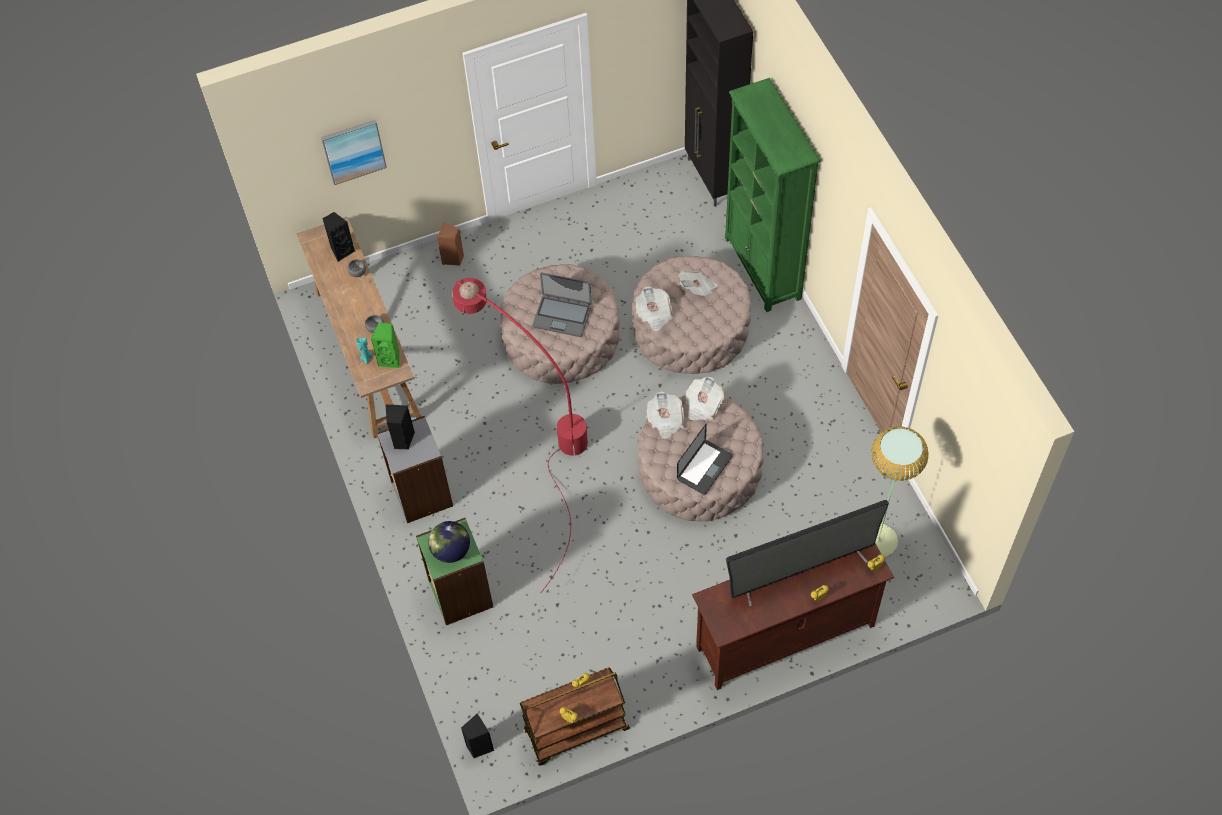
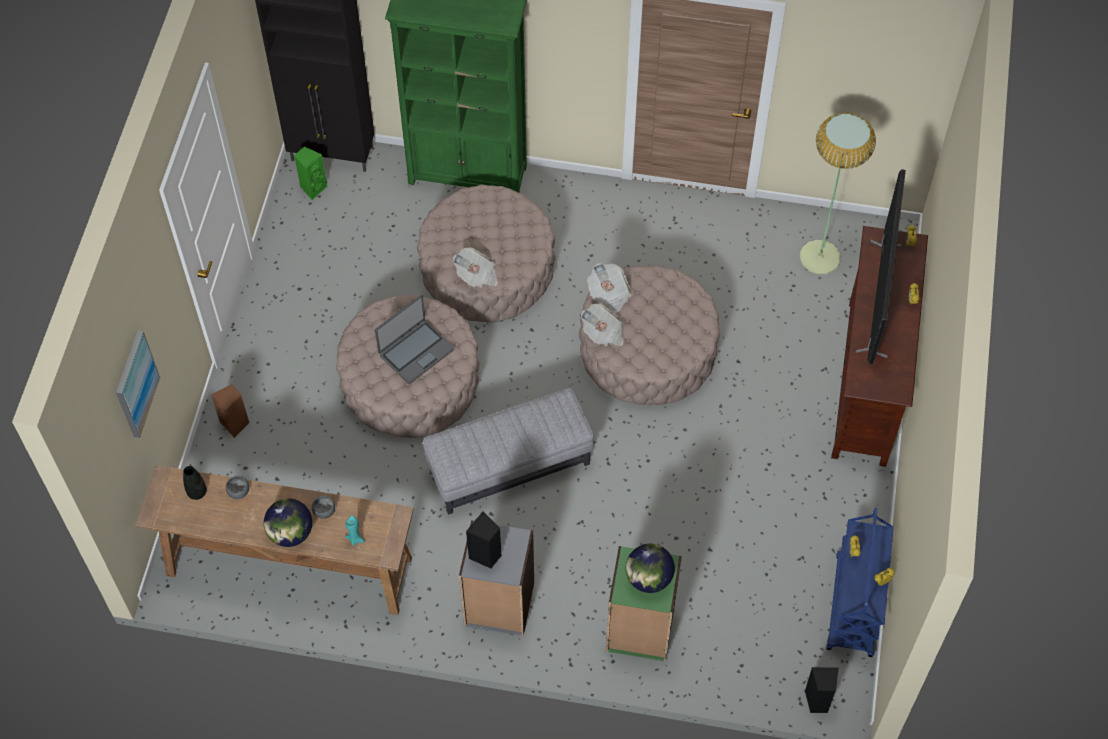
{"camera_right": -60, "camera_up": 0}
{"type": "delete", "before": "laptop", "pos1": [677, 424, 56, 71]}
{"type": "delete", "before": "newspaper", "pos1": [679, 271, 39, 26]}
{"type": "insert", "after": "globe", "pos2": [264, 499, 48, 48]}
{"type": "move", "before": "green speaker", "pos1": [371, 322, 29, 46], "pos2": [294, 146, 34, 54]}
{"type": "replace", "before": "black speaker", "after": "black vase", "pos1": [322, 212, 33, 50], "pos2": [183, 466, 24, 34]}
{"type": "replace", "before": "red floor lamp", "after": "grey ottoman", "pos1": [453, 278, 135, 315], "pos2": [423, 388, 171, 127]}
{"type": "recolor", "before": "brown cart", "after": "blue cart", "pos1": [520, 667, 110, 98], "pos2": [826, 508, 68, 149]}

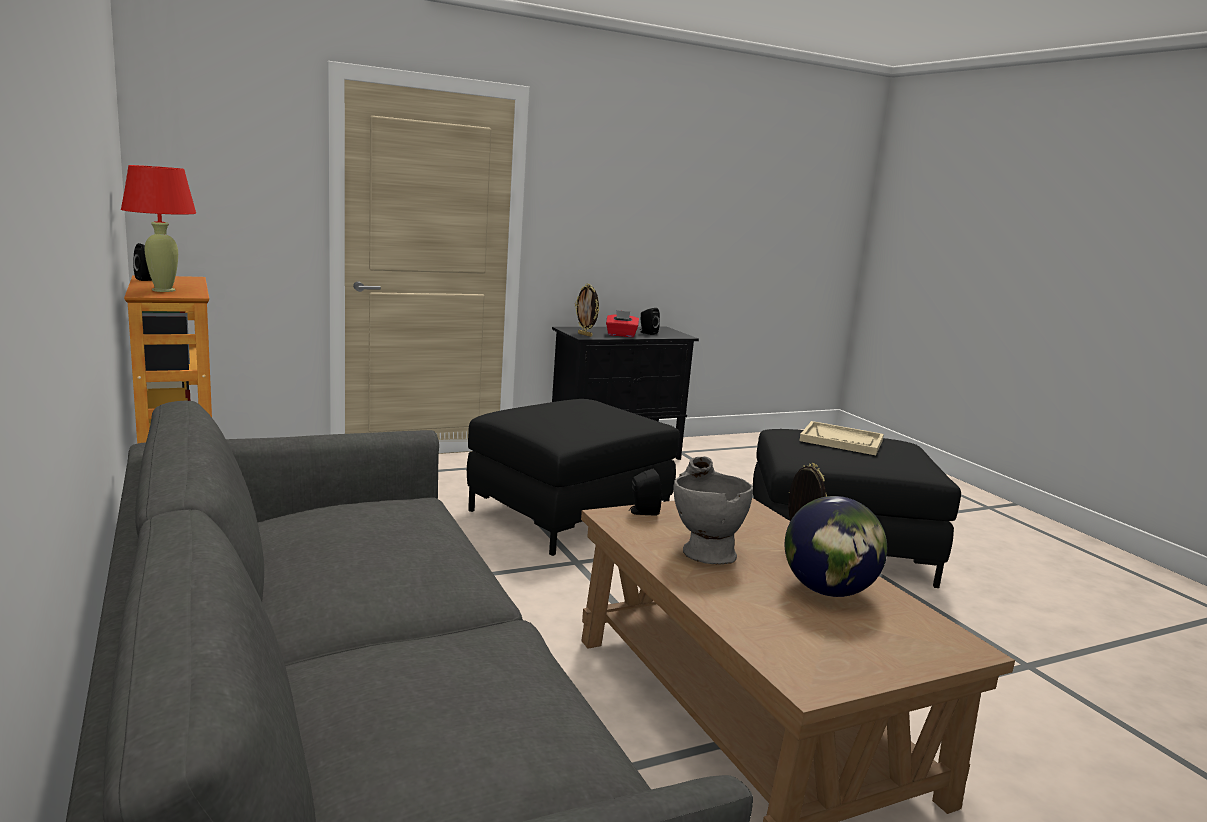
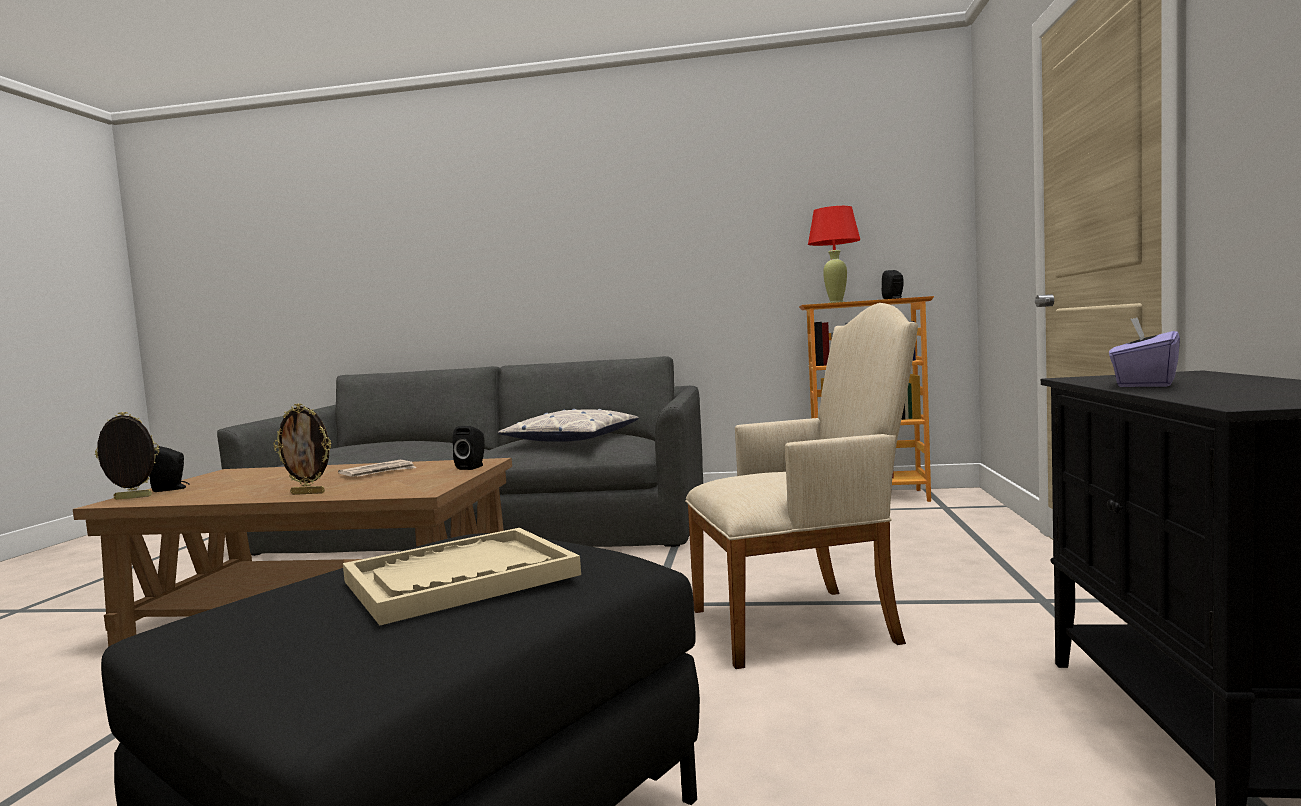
{"camera_right": 125, "camera_up": -10}
{"type": "delete", "before": "globe", "pos1": [785, 496, 102, 101]}
{"type": "insert", "after": "pillow", "pos2": [498, 409, 141, 33]}
{"type": "move", "before": "picture frame", "pos1": [575, 284, 24, 53], "pos2": [95, 412, 64, 88]}
{"type": "move", "before": "black speaker", "pos1": [639, 308, 21, 27], "pos2": [149, 446, 40, 46]}
{"type": "replace", "before": "black ottoman", "after": "beige armchair", "pos1": [467, 399, 212, 157], "pos2": [685, 303, 233, 366]}
{"type": "replace", "before": "grey vase", "after": "newspaper", "pos1": [673, 456, 80, 108], "pos2": [338, 460, 78, 17]}
{"type": "recolor", "before": "red tissue box", "after": "purple tissue box", "pos1": [606, 310, 33, 27], "pos2": [1109, 317, 71, 70]}

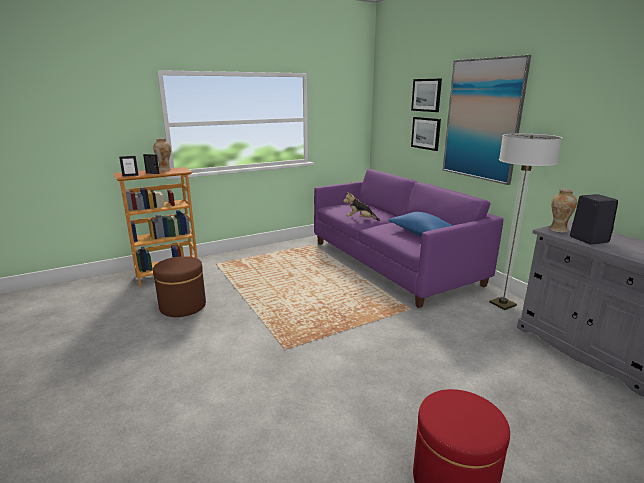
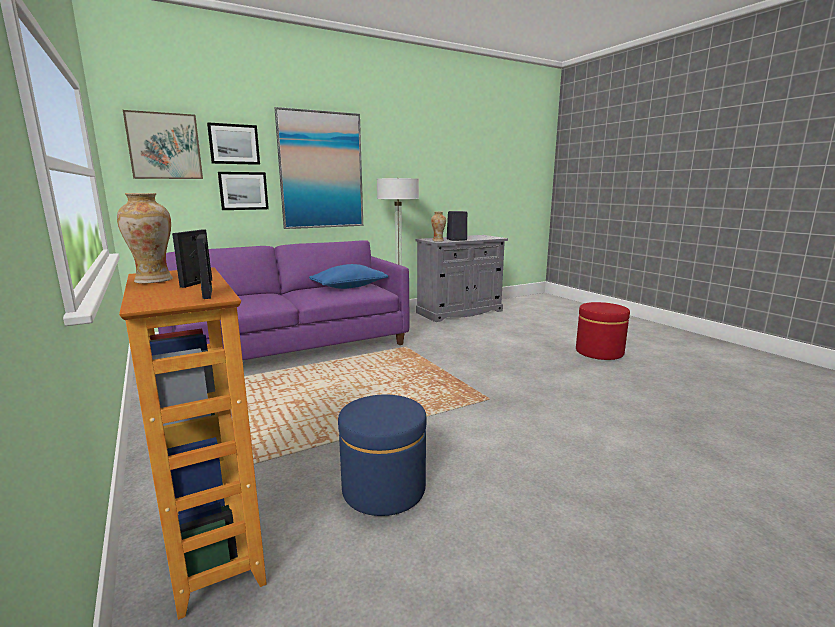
{"camera_right": -90, "camera_up": -5}
{"type": "delete", "before": "plush toy", "pos1": [343, 192, 37, 29]}
{"type": "insert", "after": "picture", "pos2": [123, 110, 80, 69]}
{"type": "recolor", "before": "brown ottoman", "after": "blue ottoman", "pos1": [153, 256, 53, 61], "pos2": [338, 395, 89, 121]}

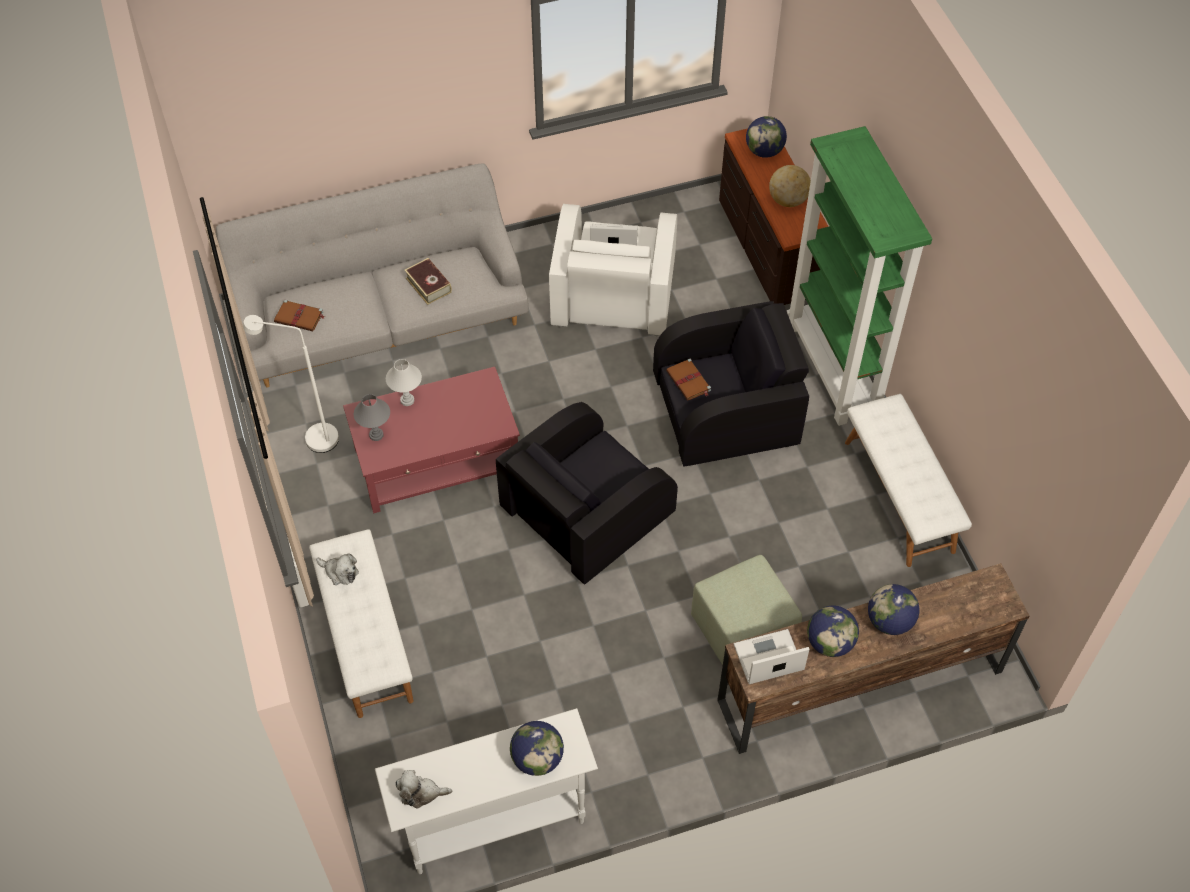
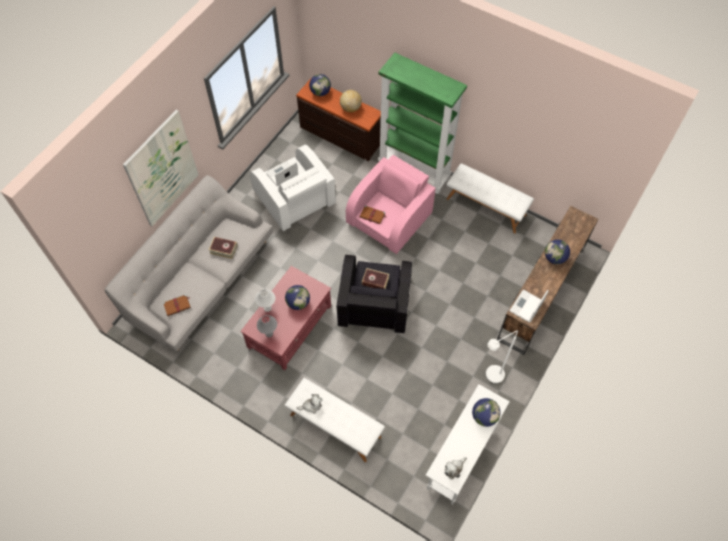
{"camera_right": -40, "camera_up": 5}
{"type": "delete", "before": "green ottoman", "pos1": [691, 555, 111, 110]}
{"type": "insert", "after": "picture", "pos2": [123, 110, 75, 116]}
{"type": "insert", "after": "book", "pos2": [362, 268, 27, 21]}
{"type": "move", "before": "white floor lamp", "pos1": [243, 315, 96, 138], "pos2": [486, 331, 32, 53]}
{"type": "move", "before": "globe", "pos1": [807, 606, 52, 51], "pos2": [285, 285, 25, 25]}
{"type": "recolor", "before": "black armchair", "after": "pink armchair", "pos1": [653, 301, 156, 166], "pos2": [346, 155, 90, 99]}

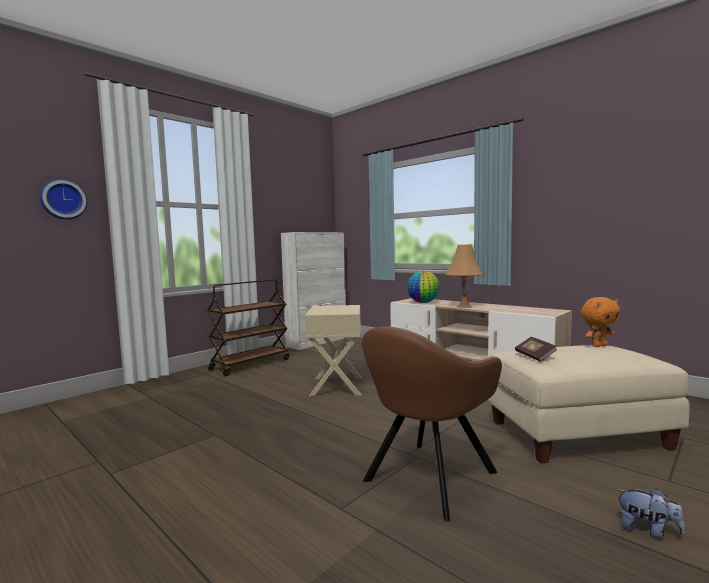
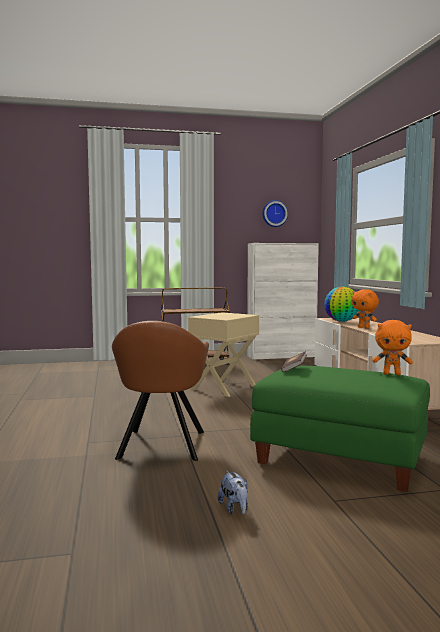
{"camera_right": 35, "camera_up": 0}
{"type": "move", "before": "wall clock", "pos1": [39, 179, 48, 41], "pos2": [263, 200, 25, 27]}
{"type": "replace", "before": "orange table lamp", "after": "orange plush toy", "pos1": [446, 244, 38, 64], "pos2": [351, 289, 28, 40]}
{"type": "recolor", "before": "beige ottoman", "after": "green ottoman", "pos1": [488, 345, 202, 119], "pos2": [250, 366, 180, 126]}
{"type": "rotate", "before": "brown armchair", "pos1": [362, 327, 140, 194], "pos2": [112, 321, 97, 140], "turn": -75}

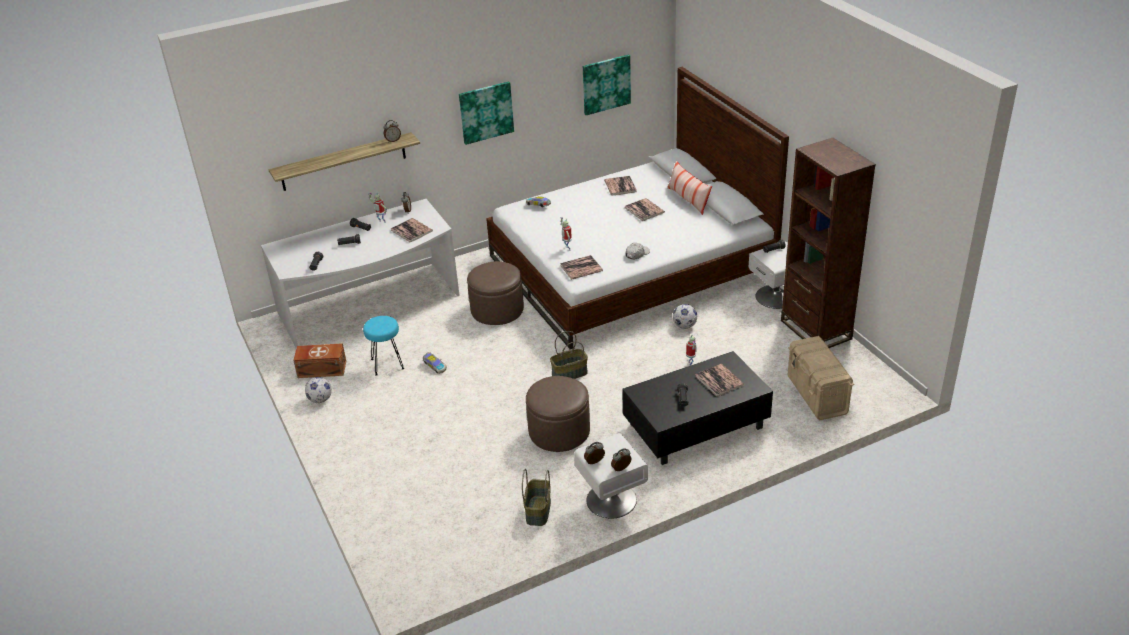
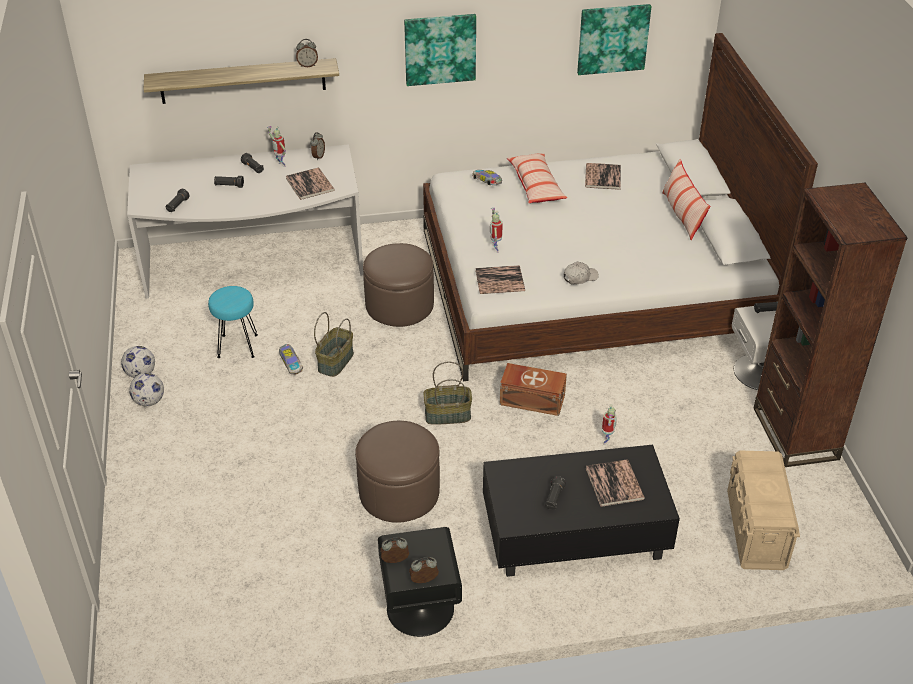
{"camera_right": 15, "camera_up": 5}
{"type": "delete", "before": "book", "pos1": [625, 198, 40, 23]}
{"type": "insert", "after": "pillow", "pos2": [507, 153, 60, 50]}
{"type": "move", "before": "brown storage box", "pos1": [293, 343, 53, 35], "pos2": [500, 363, 67, 53]}
{"type": "move", "before": "basket", "pos1": [522, 469, 29, 57], "pos2": [314, 312, 40, 65]}
{"type": "move", "before": "football", "pos1": [673, 304, 24, 25], "pos2": [129, 373, 35, 33]}
{"type": "recolor", "before": "white nightstand", "after": "black nightstand", "pos1": [574, 433, 74, 86], "pos2": [378, 527, 84, 110]}

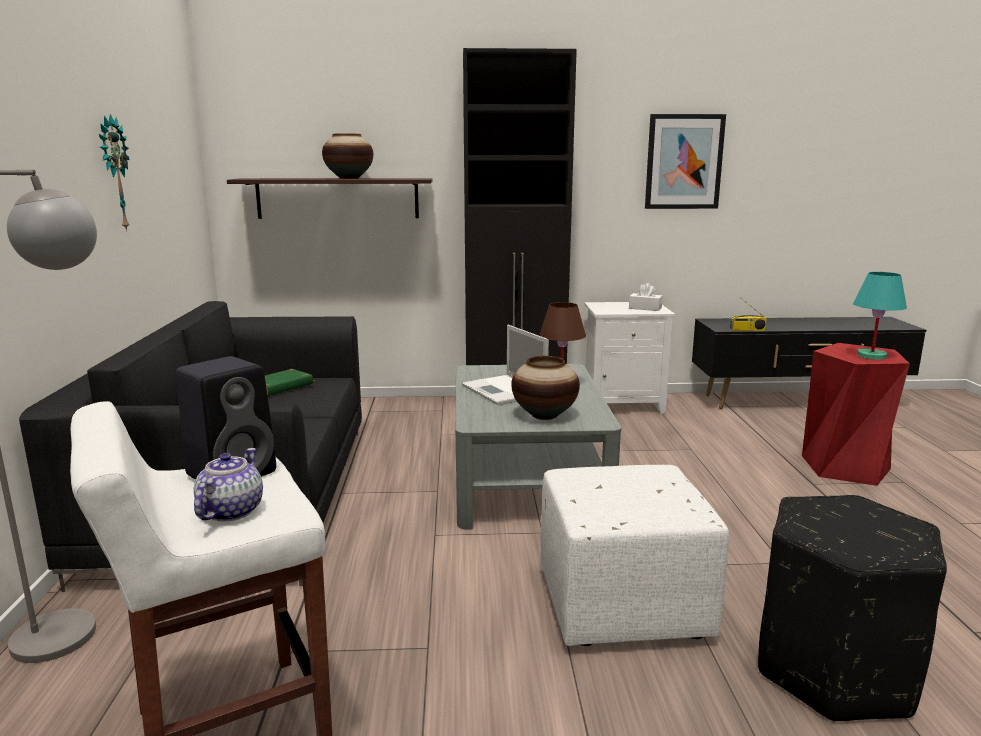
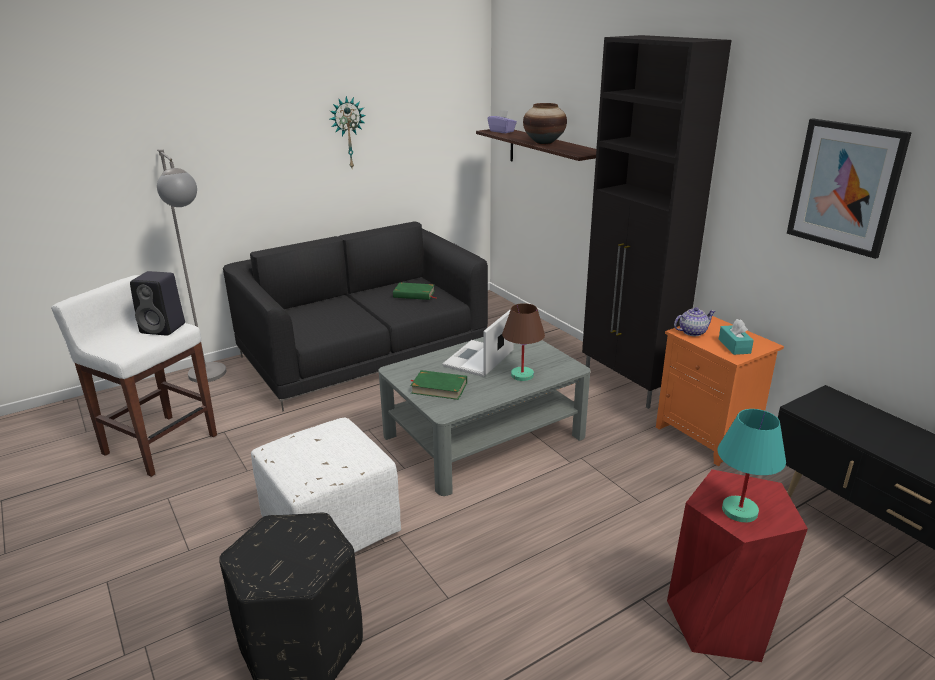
{"camera_right": 60, "camera_up": 10}
{"type": "delete", "before": "radio", "pos1": [730, 299, 37, 32]}
{"type": "insert", "after": "purple tissue box", "pos2": [487, 110, 30, 23]}
{"type": "move", "before": "teapot", "pos1": [194, 448, 69, 73], "pos2": [674, 307, 41, 29]}
{"type": "replace", "before": "vase", "after": "green book", "pos1": [511, 356, 69, 64], "pos2": [410, 370, 57, 30]}
{"type": "recolor", "before": "white nightstand", "after": "orange nightstand", "pos1": [584, 302, 91, 112], "pos2": [656, 316, 128, 150]}
{"type": "recolor", "before": "white tissue box", "after": "turquoise tissue box", "pos1": [629, 283, 34, 28], "pos2": [719, 319, 35, 36]}

